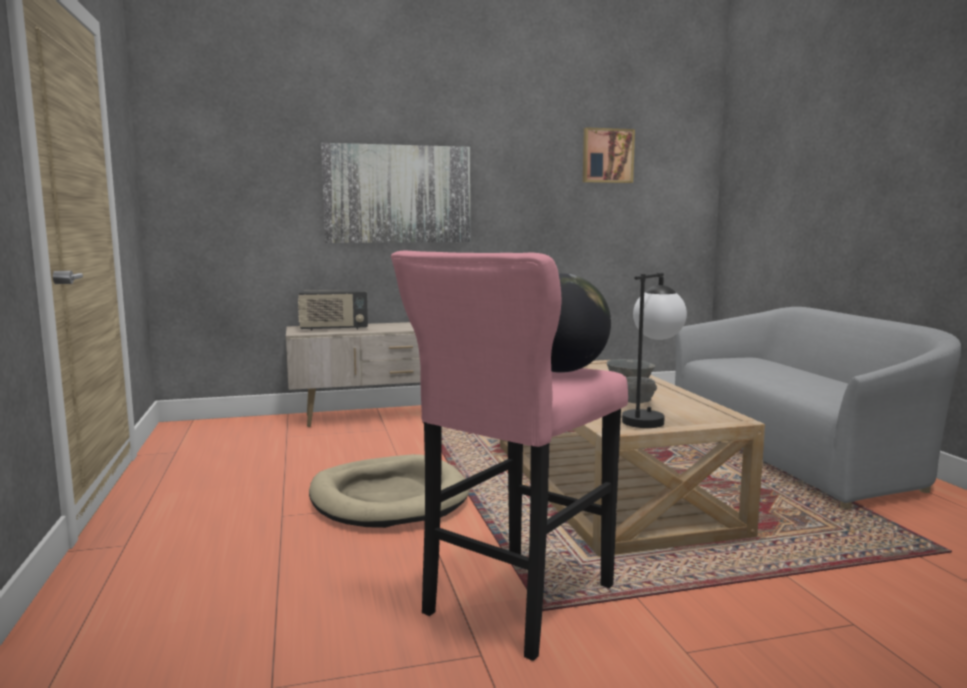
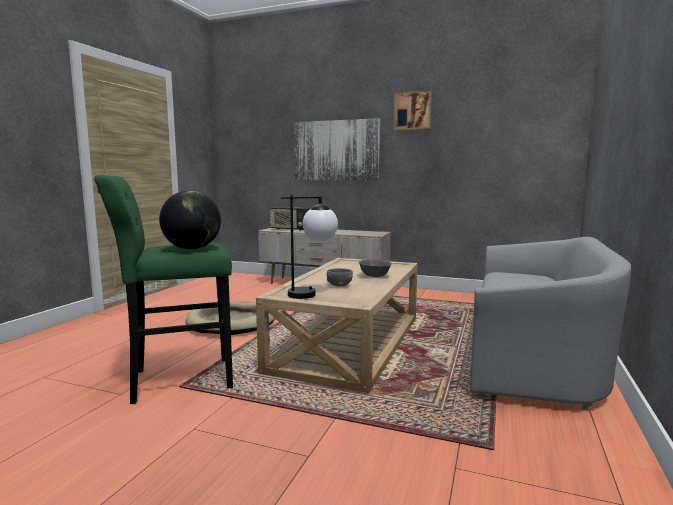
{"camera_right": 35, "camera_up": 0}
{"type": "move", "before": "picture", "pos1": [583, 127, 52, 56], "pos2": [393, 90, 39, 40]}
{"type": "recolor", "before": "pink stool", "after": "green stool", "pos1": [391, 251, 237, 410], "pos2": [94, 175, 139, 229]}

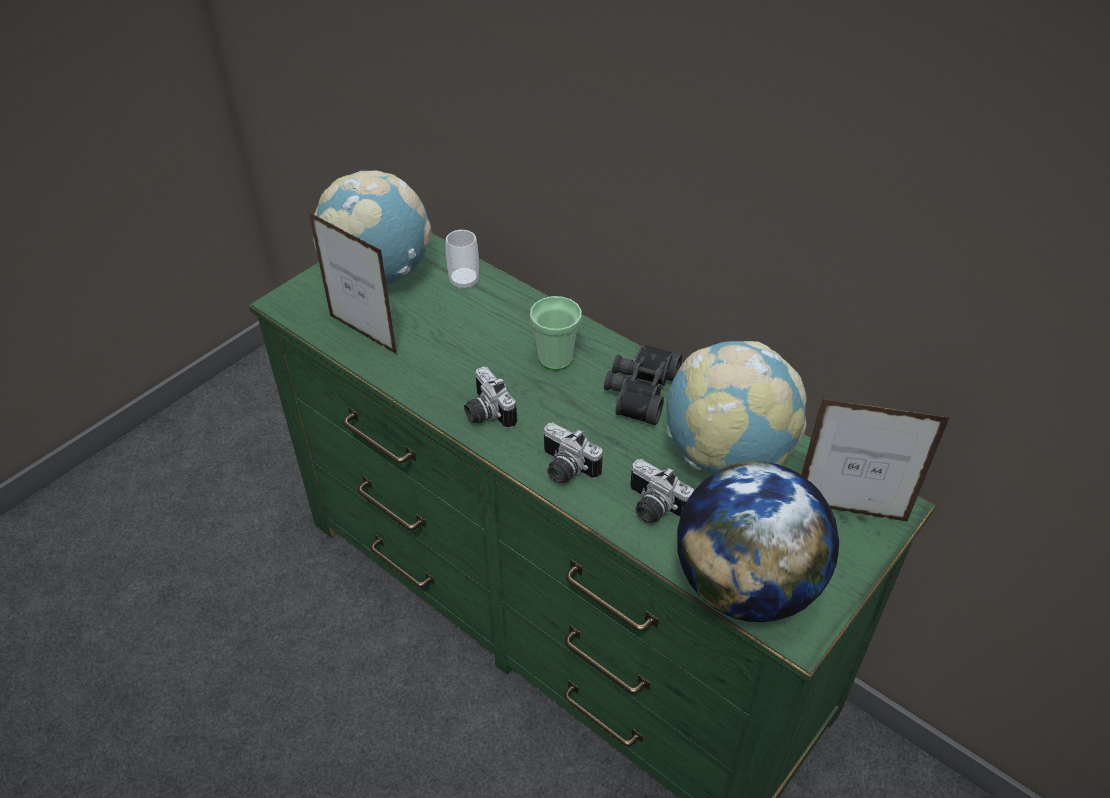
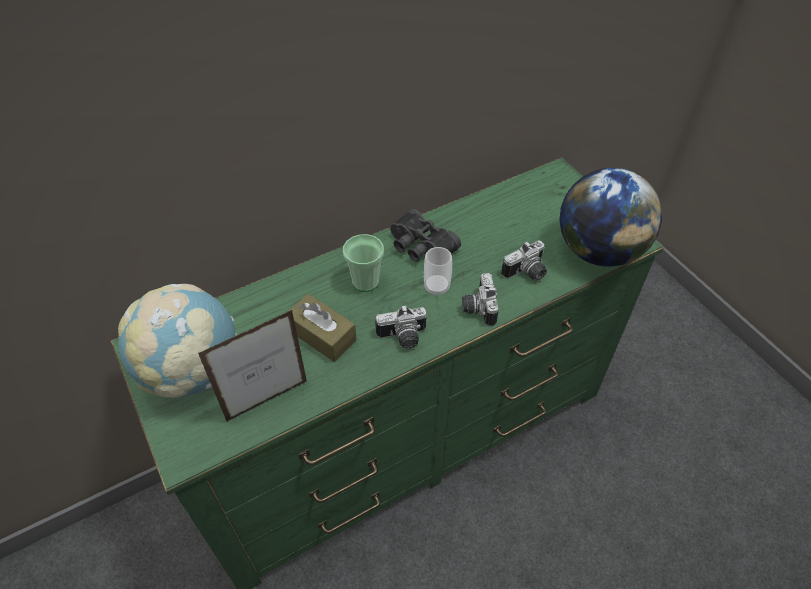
{"camera_right": -70, "camera_up": 5}
{"type": "delete", "before": "globe", "pos1": [667, 341, 140, 133]}
{"type": "delete", "before": "picture frame", "pos1": [801, 399, 149, 123]}
{"type": "insert", "after": "brown tissue box", "pos2": [287, 294, 70, 68]}
{"type": "move", "before": "cup", "pos1": [446, 230, 33, 60], "pos2": [424, 247, 28, 49]}
{"type": "rotate", "before": "photo camera", "pos1": [543, 422, 60, 62], "pos2": [462, 273, 36, 53], "turn": 120}

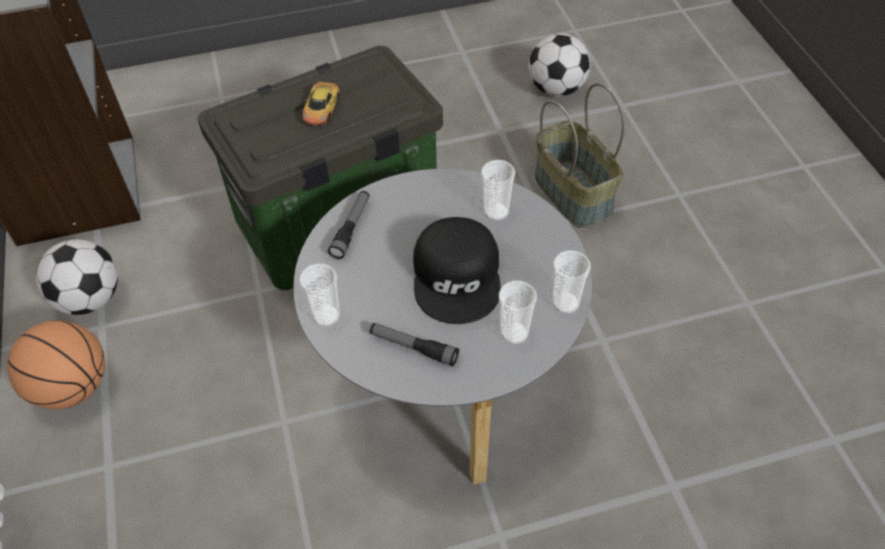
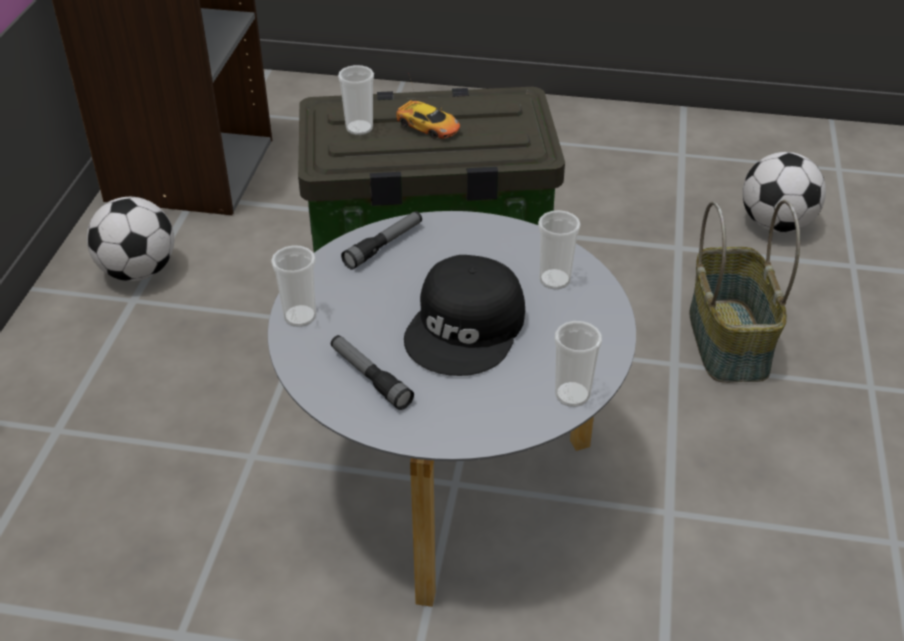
{"camera_right": 25, "camera_up": -10}
{"type": "delete", "before": "basketball", "pos1": [7, 320, 98, 89]}
{"type": "move", "before": "cup", "pos1": [499, 281, 38, 63], "pos2": [338, 65, 36, 70]}
{"type": "rotate", "before": "toy car", "pos1": [303, 62, 37, 63], "pos2": [396, 73, 64, 66], "turn": -90}

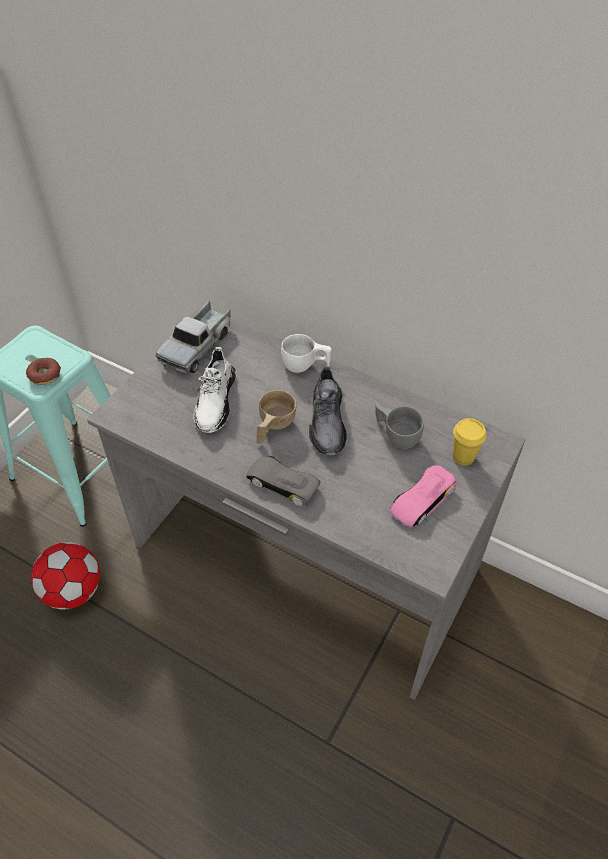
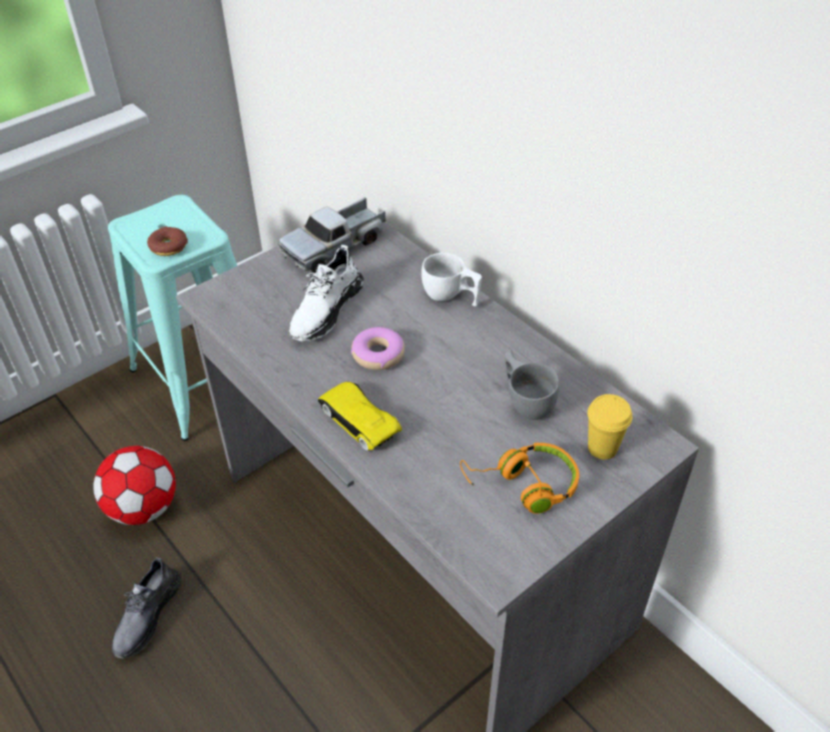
{"camera_right": 20, "camera_up": -5}
{"type": "move", "before": "grey shoe", "pos1": [309, 367, 38, 89], "pos2": [112, 557, 69, 102]}
{"type": "replace", "before": "beige cup", "after": "donut", "pos1": [256, 390, 40, 53], "pos2": [351, 327, 54, 43]}
{"type": "replace", "before": "pink toy car", "after": "orange headphones", "pos1": [390, 465, 67, 63], "pos2": [460, 443, 119, 71]}
{"type": "recolor", "before": "grey toy car", "after": "yellow toy car", "pos1": [246, 456, 74, 50], "pos2": [318, 382, 84, 69]}

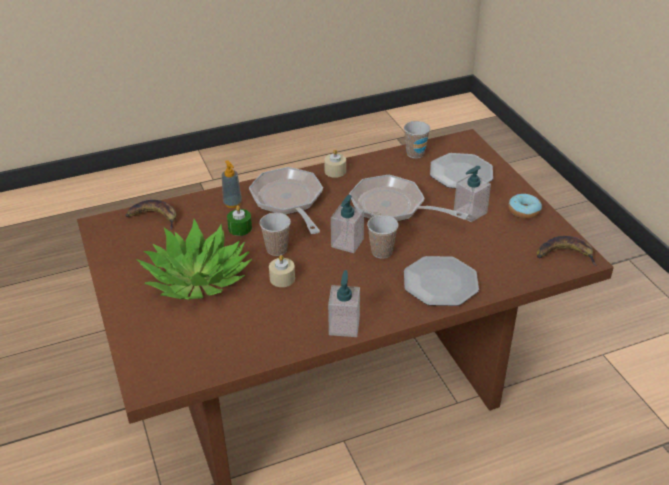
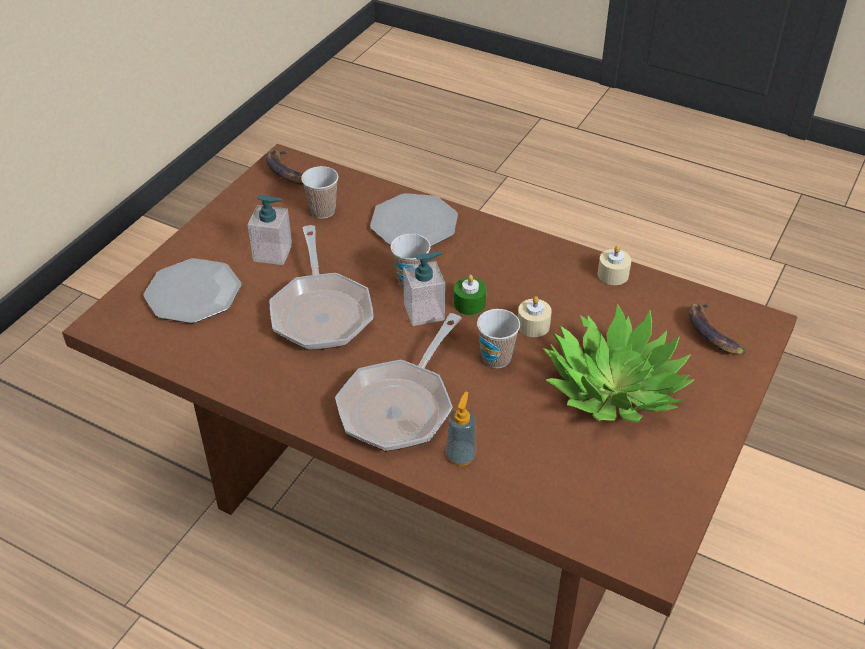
{"camera_right": -130, "camera_up": 5}
{"type": "delete", "before": "soap dispenser", "pos1": [328, 270, 32, 67]}
{"type": "delete", "before": "donut", "pos1": [508, 193, 34, 26]}
{"type": "move", "before": "banana", "pos1": [126, 200, 50, 30], "pos2": [688, 303, 58, 52]}
{"type": "move", "before": "green candle", "pos1": [227, 205, 25, 31], "pos2": [454, 275, 33, 40]}
{"type": "move", "before": "beige candle", "pos1": [324, 149, 22, 29], "pos2": [597, 246, 35, 39]}
{"type": "move", "before": "cup", "pos1": [404, 121, 26, 37], "pos2": [301, 166, 37, 53]}

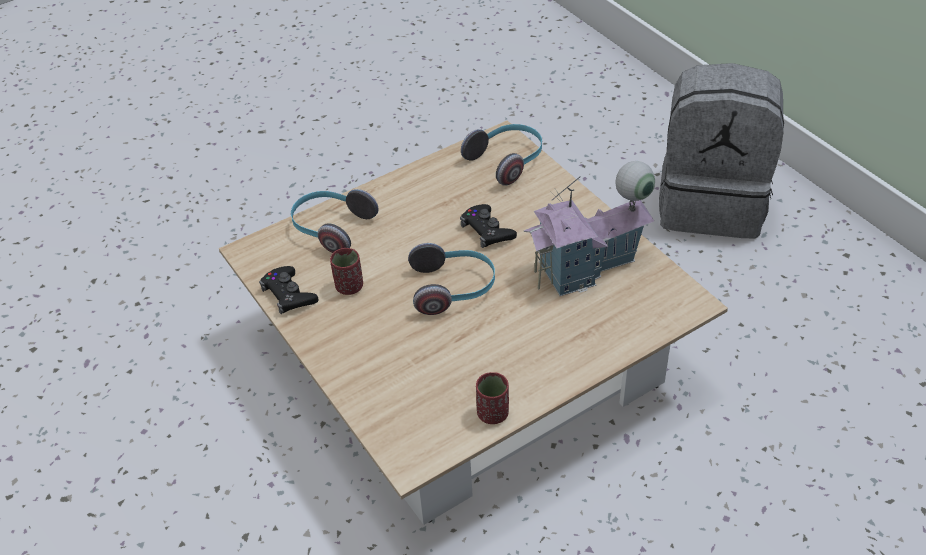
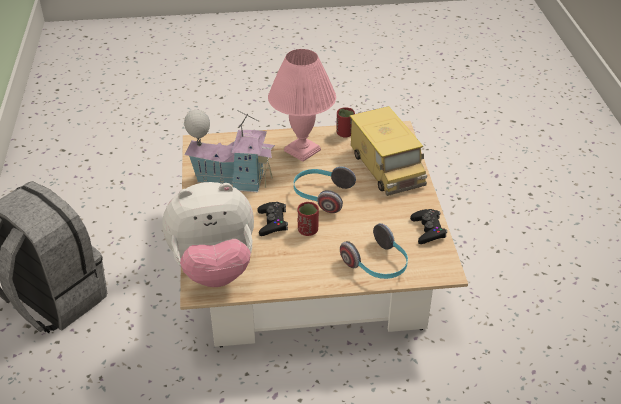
{"camera_right": -155, "camera_up": -5}
{"type": "insert", "after": "pink table lamp", "pos2": [268, 49, 68, 113]}
{"type": "insert", "after": "toy truck", "pos2": [350, 106, 77, 90]}
{"type": "move", "before": "red cup", "pos1": [330, 248, 33, 47], "pos2": [298, 202, 21, 34]}
{"type": "replace", "before": "headphones", "after": "plush toy", "pos1": [461, 124, 81, 62], "pos2": [162, 182, 92, 105]}

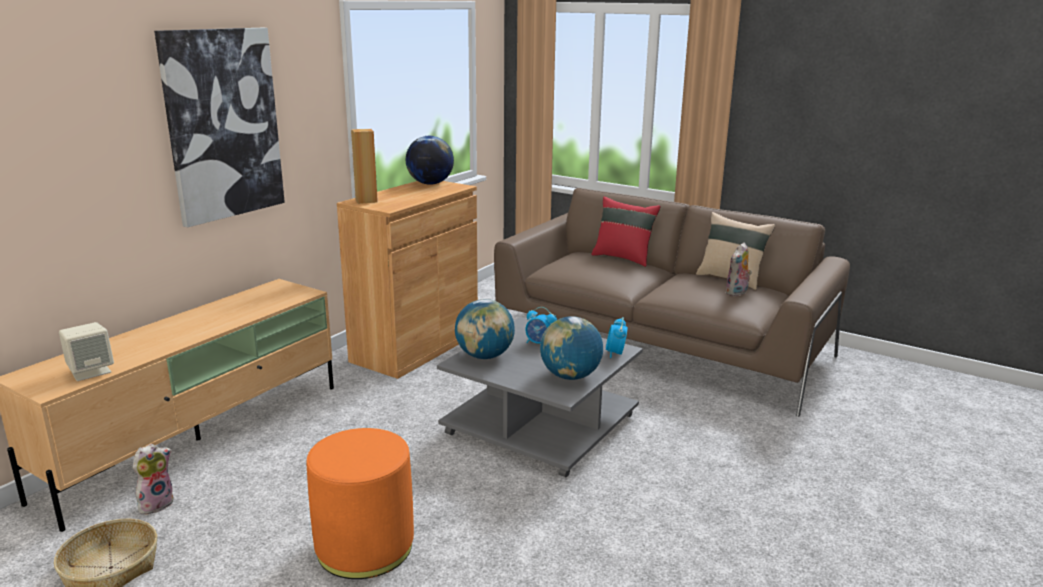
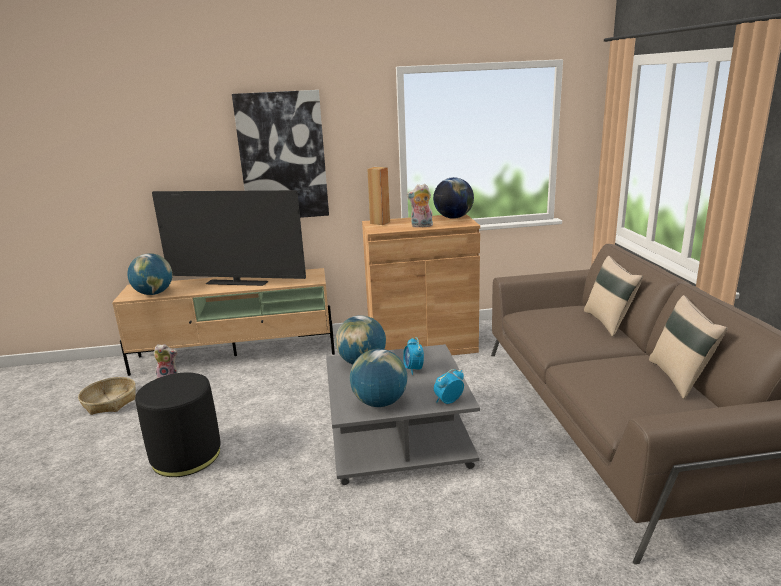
{"camera_right": 50, "camera_up": 0}
{"type": "insert", "after": "television", "pos2": [152, 190, 154, 96]}
{"type": "move", "before": "plush toy", "pos1": [725, 243, 27, 54], "pos2": [407, 184, 26, 44]}
{"type": "replace", "before": "beige speaker", "after": "globe", "pos1": [59, 322, 55, 59], "pos2": [128, 253, 45, 42]}
{"type": "recolor", "before": "orange ottoman", "after": "black ottoman", "pos1": [306, 428, 108, 151], "pos2": [135, 373, 86, 104]}
{"type": "recolor", "before": "red pillow", "after": "beige pillow", "pos1": [591, 196, 70, 71], "pos2": [584, 256, 59, 81]}

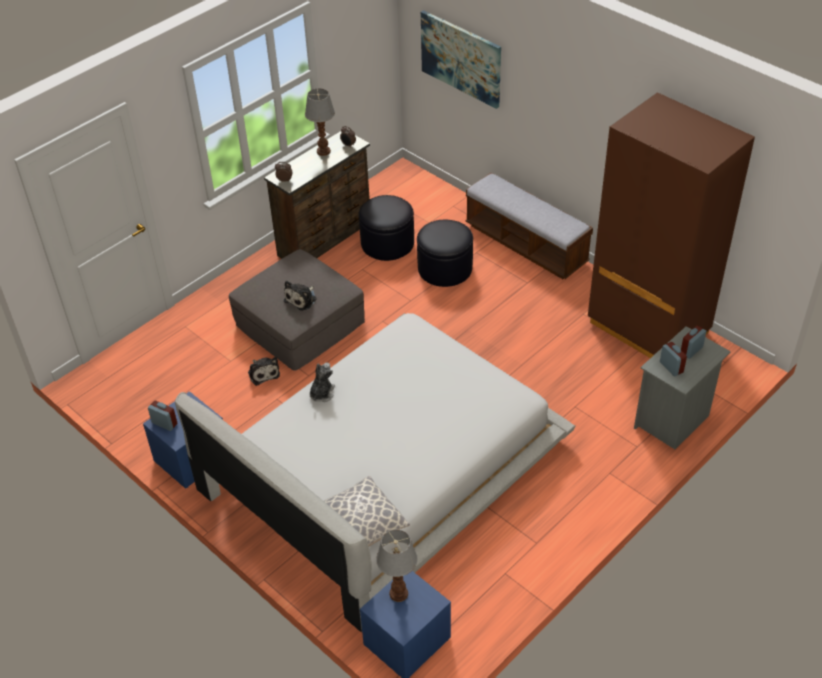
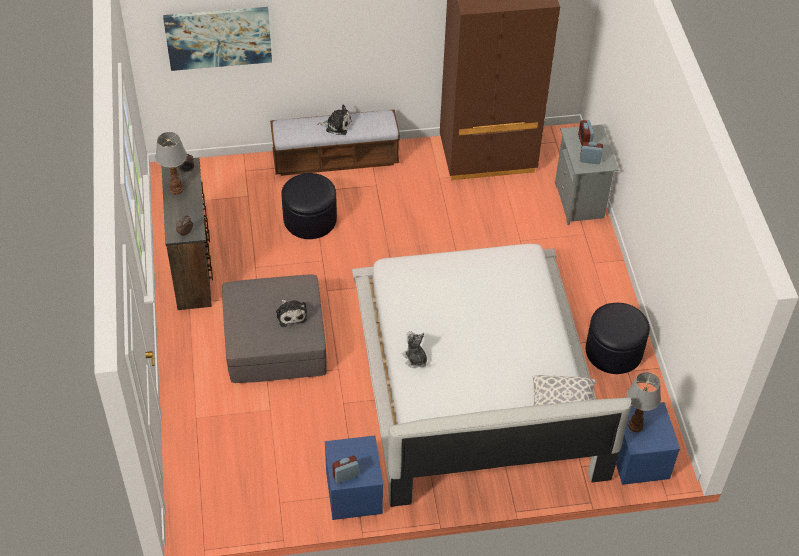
{"camera_right": -55, "camera_up": 5}
{"type": "move", "before": "plush toy", "pos1": [248, 357, 32, 29], "pos2": [318, 105, 34, 30]}
{"type": "move", "before": "black ottoman", "pos1": [359, 195, 55, 66], "pos2": [586, 303, 64, 71]}

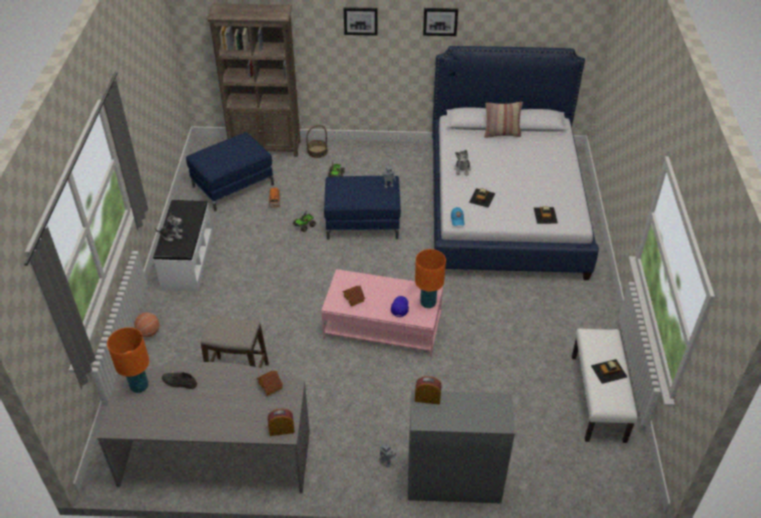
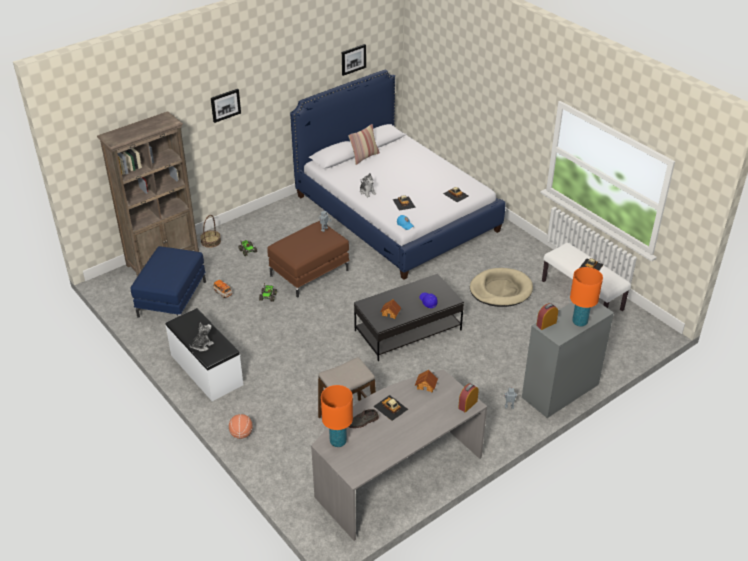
{"camera_right": -40, "camera_up": -5}
{"type": "insert", "after": "toy car", "pos2": [374, 395, 34, 26]}
{"type": "insert", "after": "beige dog bed", "pos2": [470, 268, 63, 39]}
{"type": "move", "before": "orange table lamp", "pos1": [415, 249, 31, 59], "pos2": [570, 267, 33, 60]}
{"type": "move", "before": "picture", "pos1": [423, 8, 35, 28], "pos2": [342, 44, 24, 32]}
{"type": "recolor", "before": "pink coffee table", "after": "black coffee table", "pos1": [321, 269, 122, 88], "pos2": [354, 274, 110, 87]}
{"type": "recolor", "before": "blue ottoman", "after": "brown ottoman", "pos1": [324, 176, 77, 64], "pos2": [267, 221, 82, 76]}

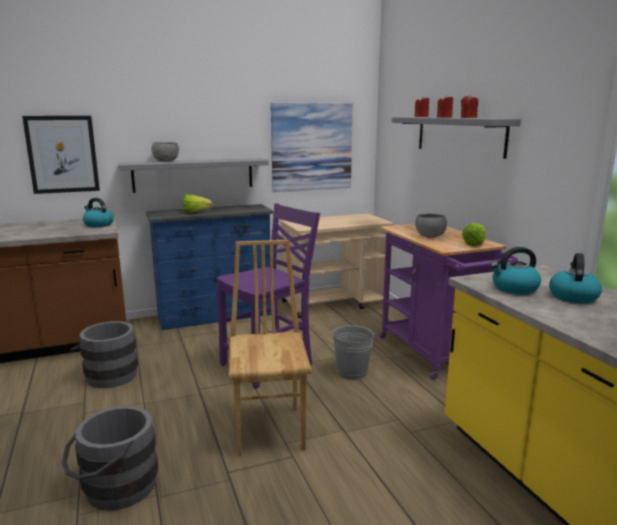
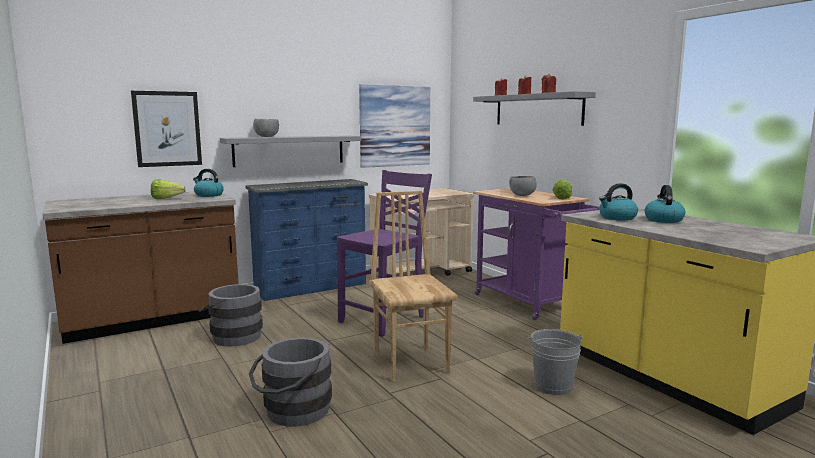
{"camera_right": -10, "camera_up": -5}
{"type": "move", "before": "lettuce", "pos1": [183, 194, 30, 18], "pos2": [151, 179, 35, 20]}
{"type": "move", "before": "grey bucket", "pos1": [330, 325, 47, 55], "pos2": [528, 329, 55, 66]}

